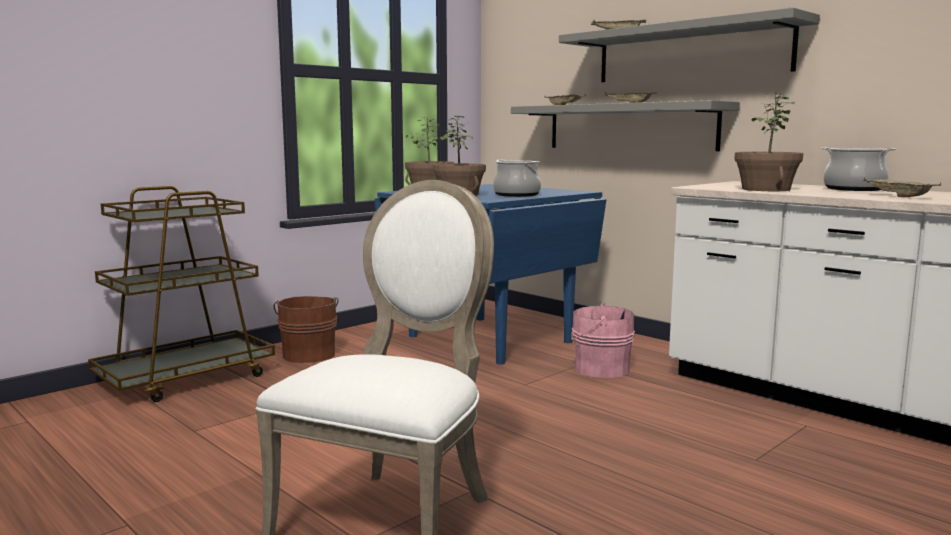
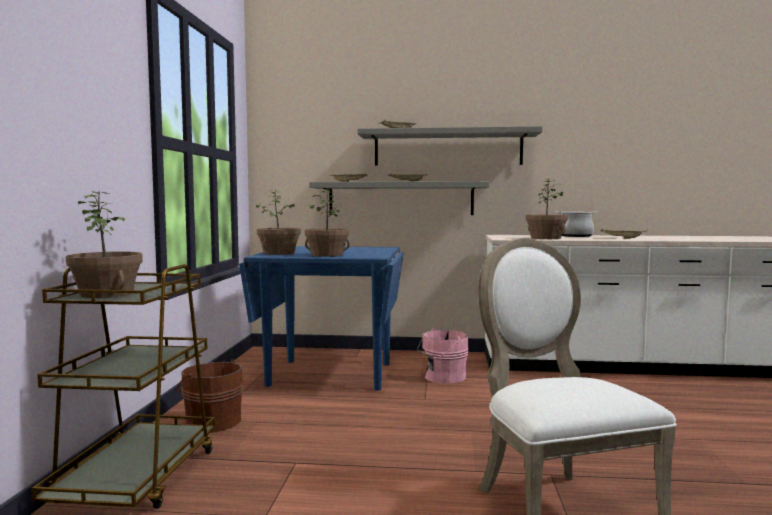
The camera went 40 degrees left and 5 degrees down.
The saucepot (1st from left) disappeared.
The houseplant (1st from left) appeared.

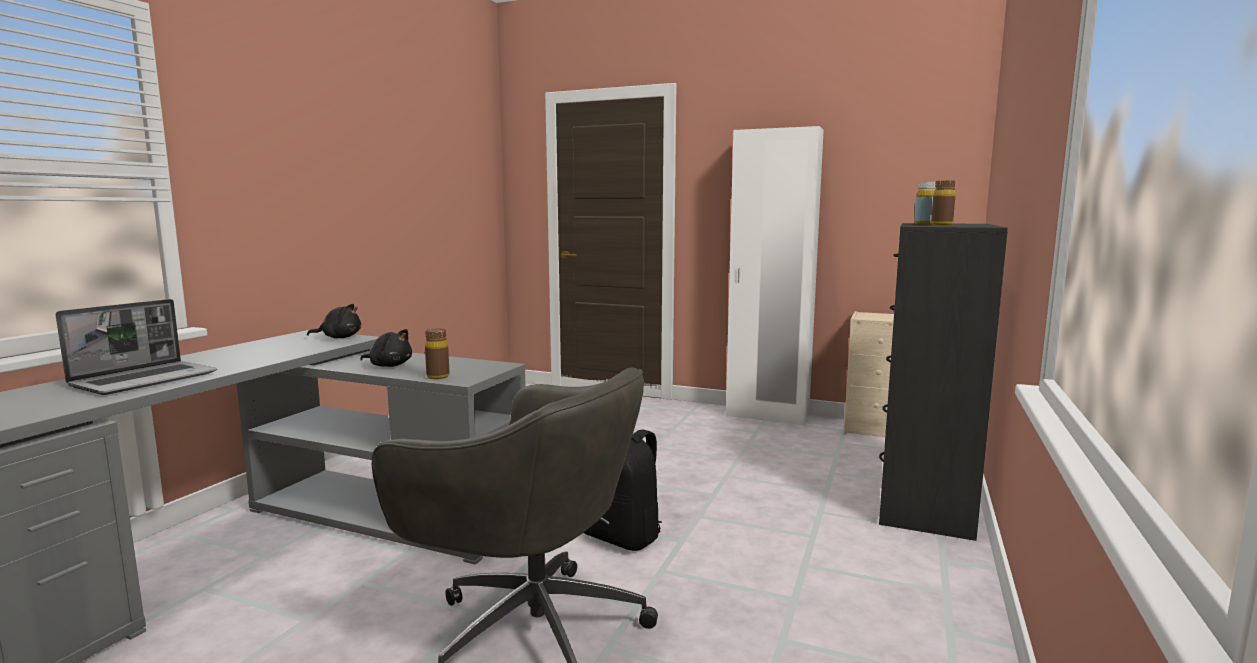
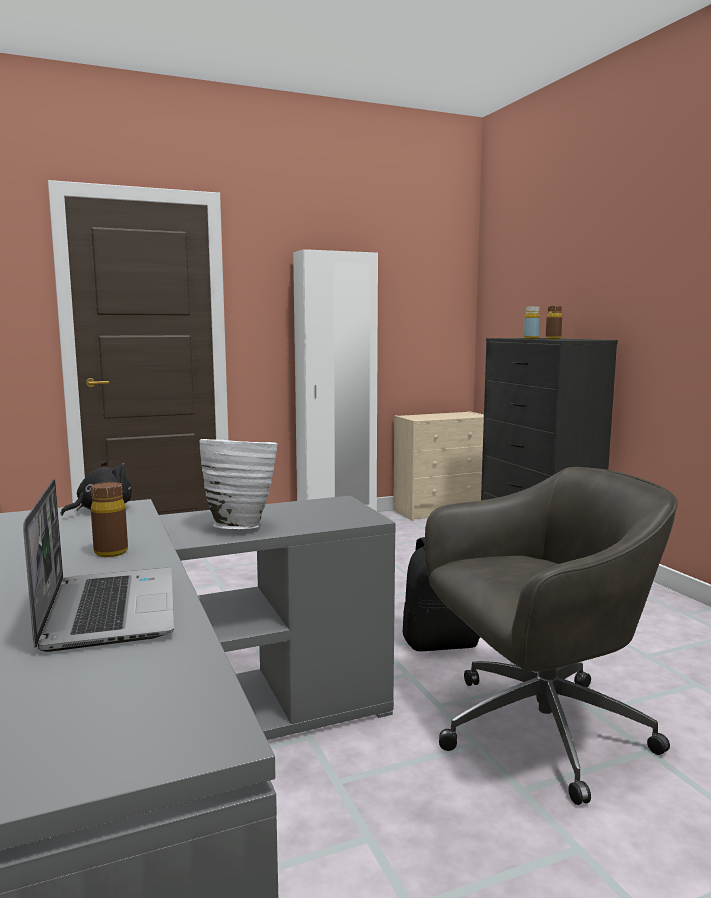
The camera went 45 degrees left and 0 degrees up.
The black-coloured cuddly toy (2nd from left) was replaced by the whitish decorative vase.
The brown-coloured drink bottle (1st from left) moved.

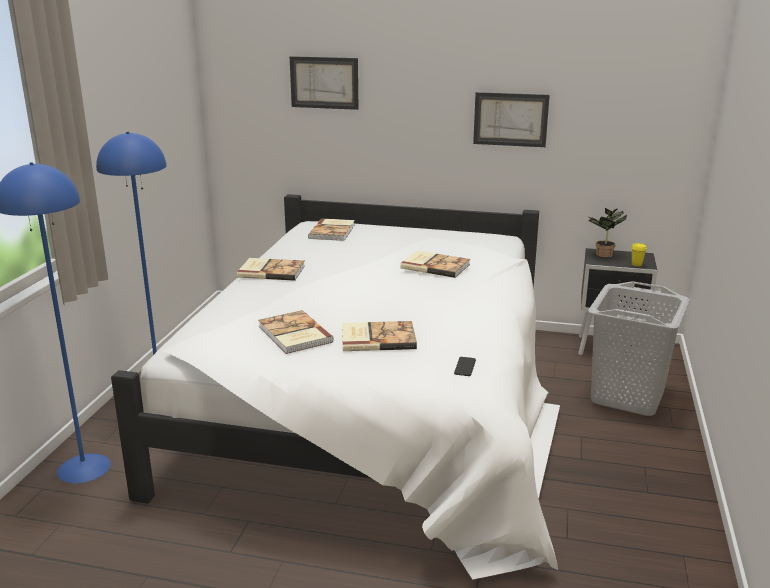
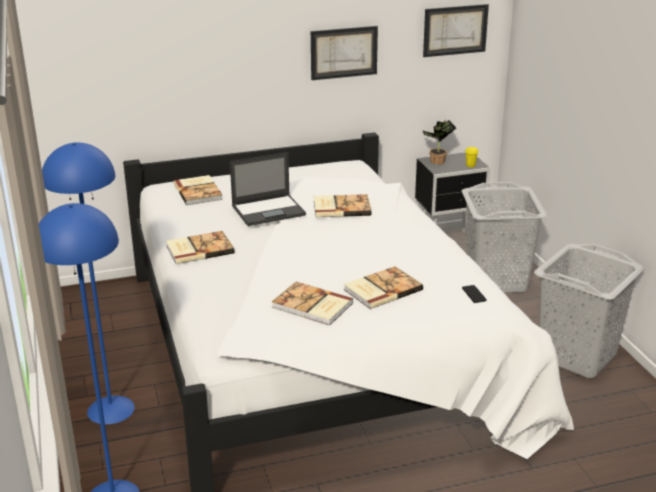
The camera went 30 degrees left and 5 degrees up.
The wall art (1st from left in the first image) moved.
The laptop appeared.
The gray washing basket (2nd from left) appeared.

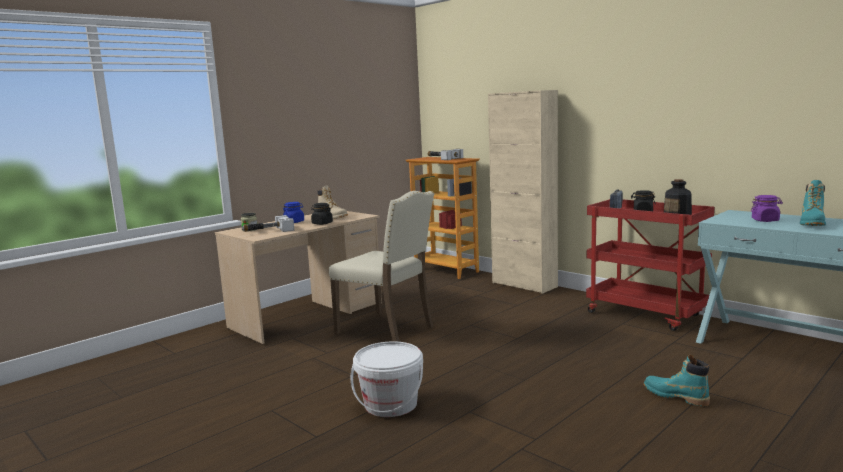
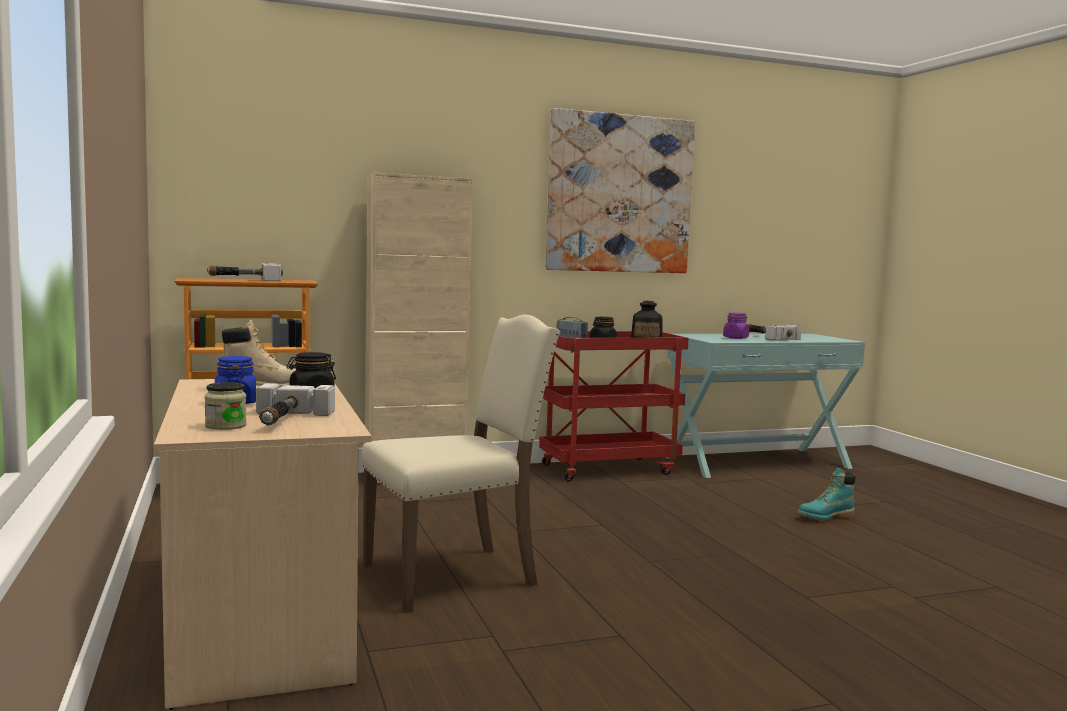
The camera went 65 degrees left and 5 degrees down.
The turquoise tall boot (2nd from left) was replaced by the hand hammer (3rd from left).
The whitish bucket disappeared.
The wall art appeared.

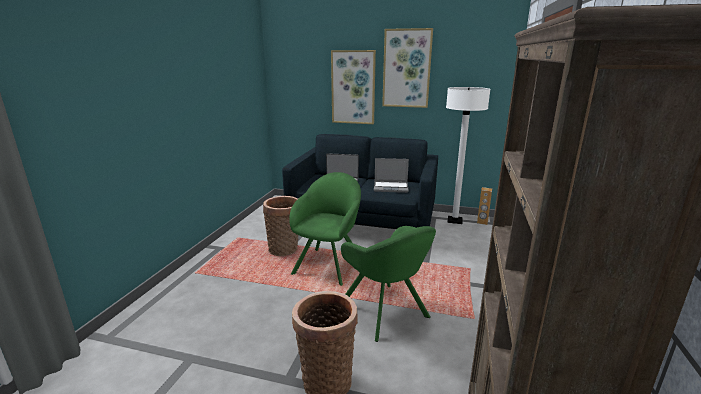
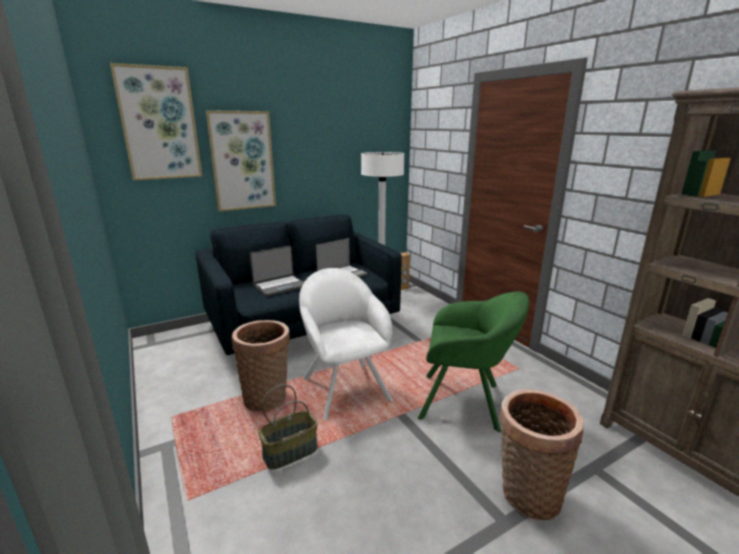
The camera went 45 degrees left and 0 degrees up.
The wall art (2nd from left in the first image) moved.
The green armchair (1st from left) became the whitish armchair.
The basket (2nd from left) appeared.

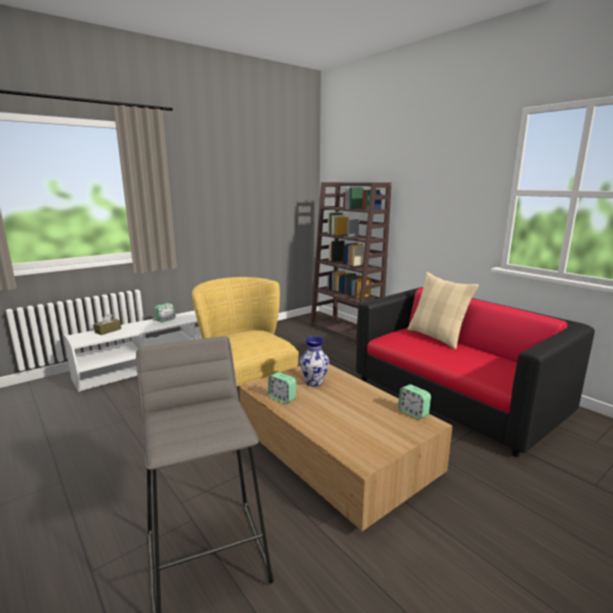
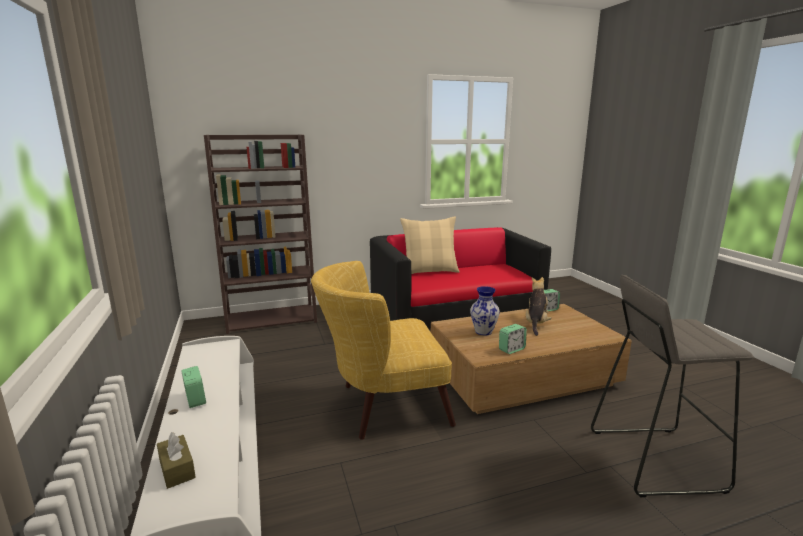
The camera went 70 degrees left and 0 degrees up.
The cuddly toy appeared.

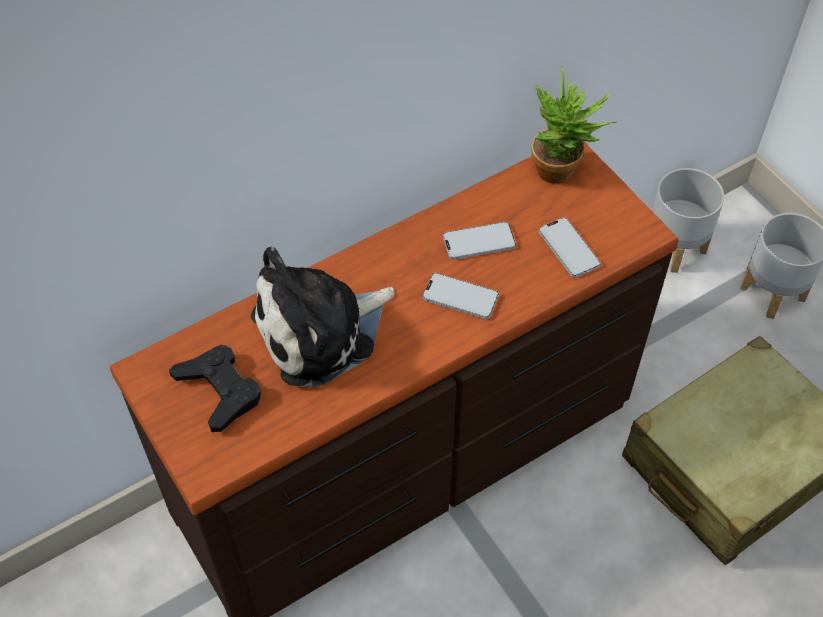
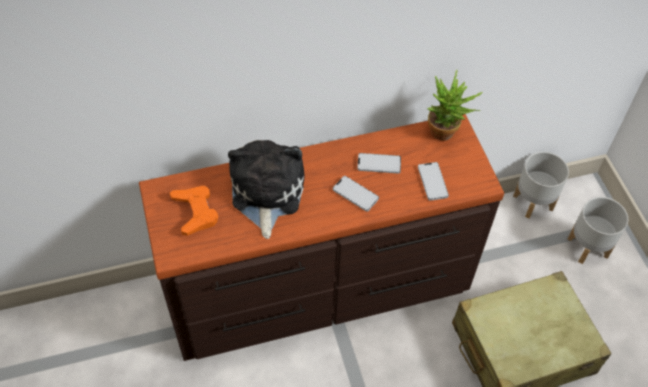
The camera went 15 degrees right and 0 degrees up.
The cuddly toy turned 105 degrees clockwise.
The black-coloured game controller became the orange-coloured game controller.

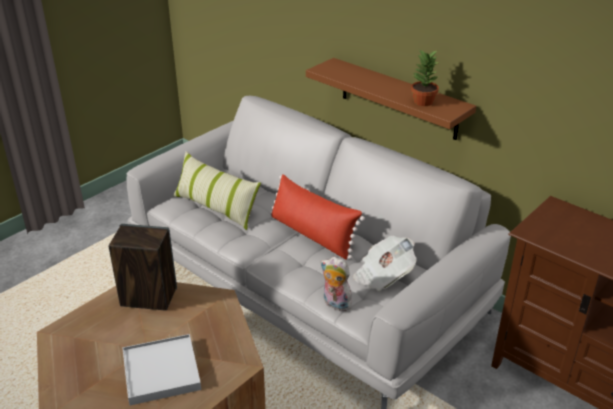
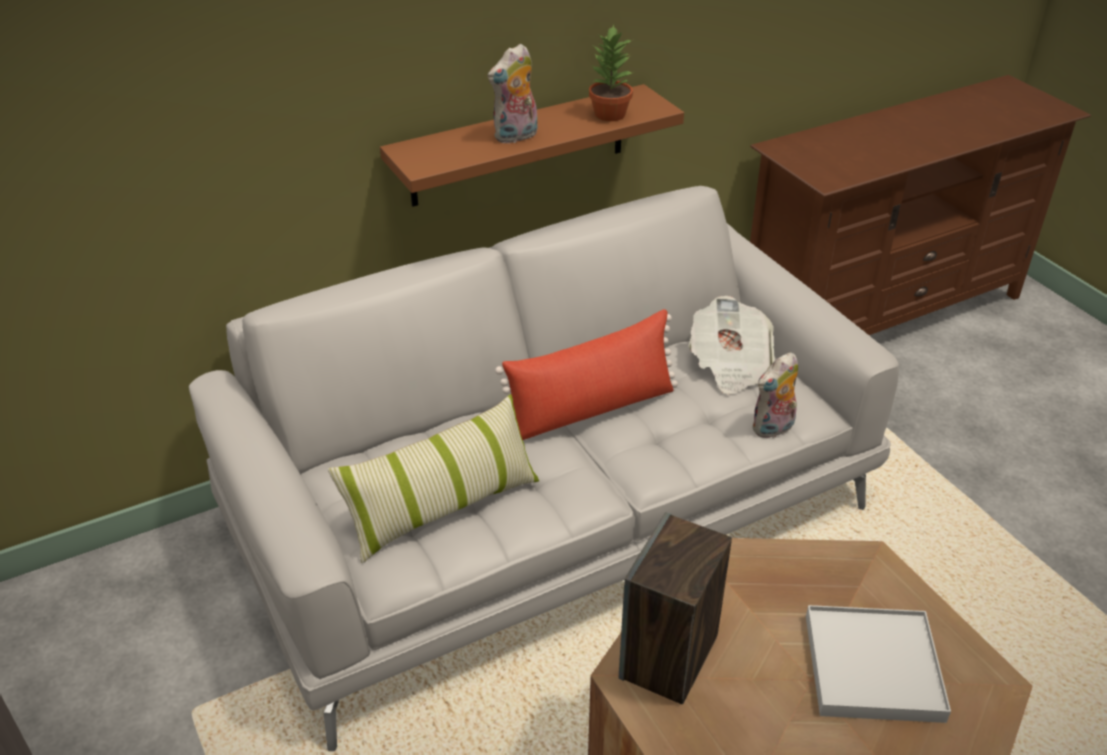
The camera went 70 degrees left and 5 degrees up.
The cuddly toy (1st from left) appeared.

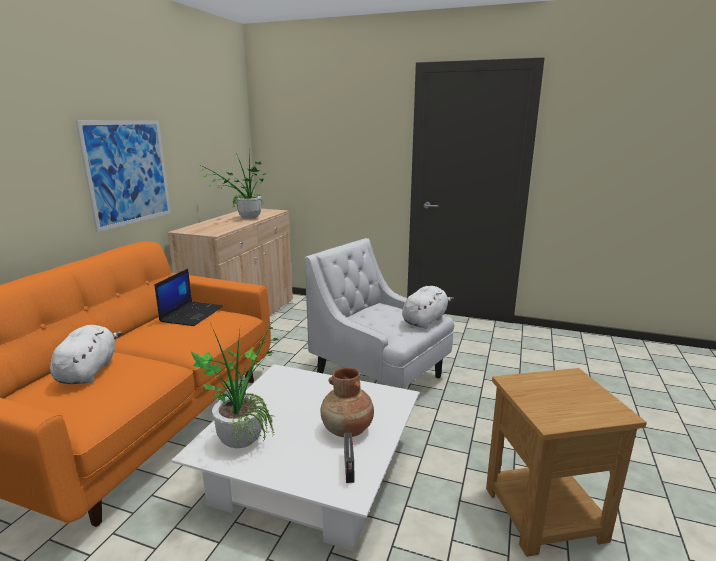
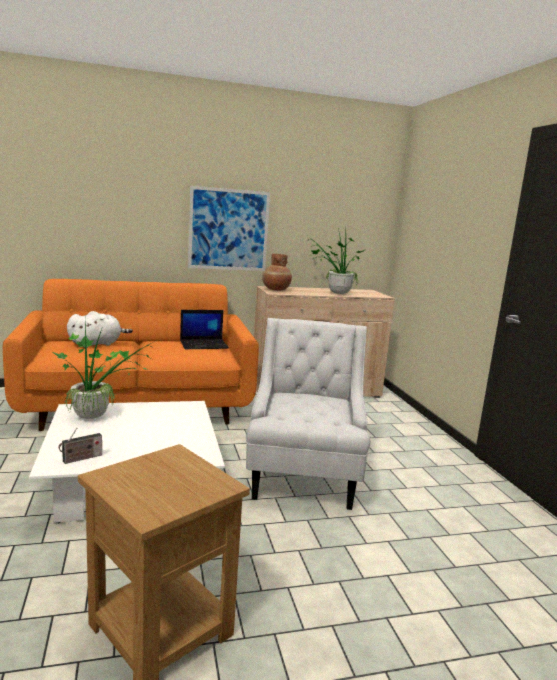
The camera went 55 degrees right and 5 degrees down.
The whitish cuddly toy (2nd from left) disappeared.
The brown-coloured decorative vase moved.

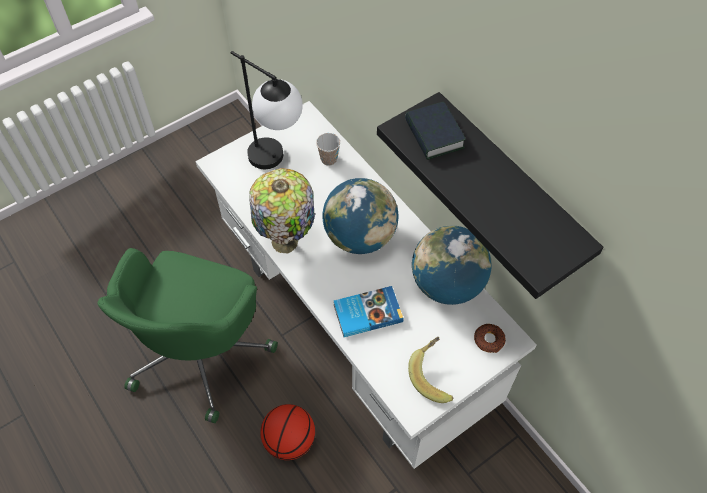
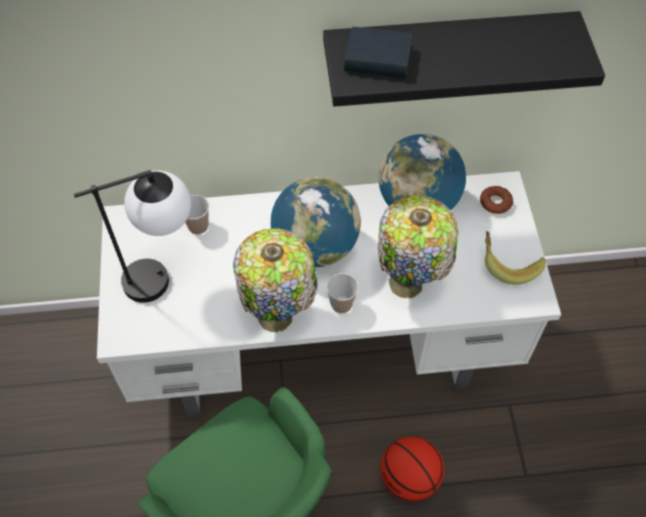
The camera went 60 degrees left and 0 degrees up.
The bound book (1st from left) was replaced by the table lamp (3rd from left).
The drinking cup (2nd from left) appeared.

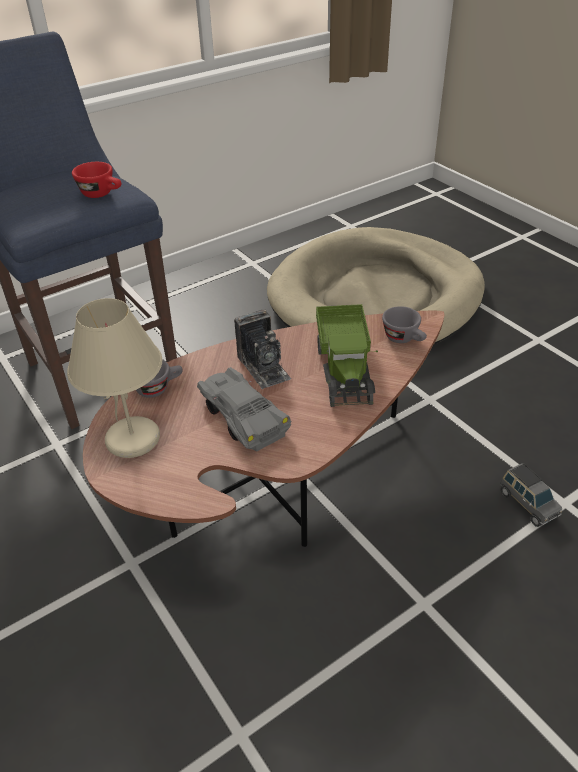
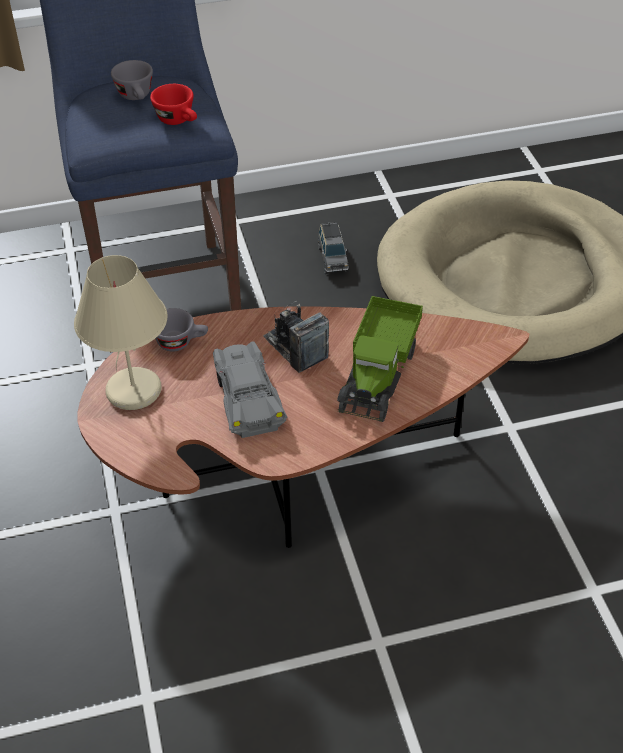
The camera went 20 degrees right and 5 degrees up.
The gray drinking cup (2nd from left in the first image) moved.
The still camera turned 150 degrees clockwise.
The gray model car (2nd from left) moved.

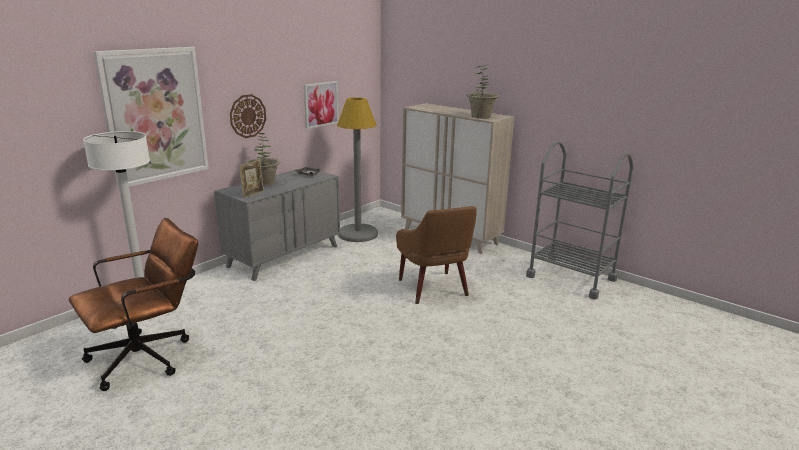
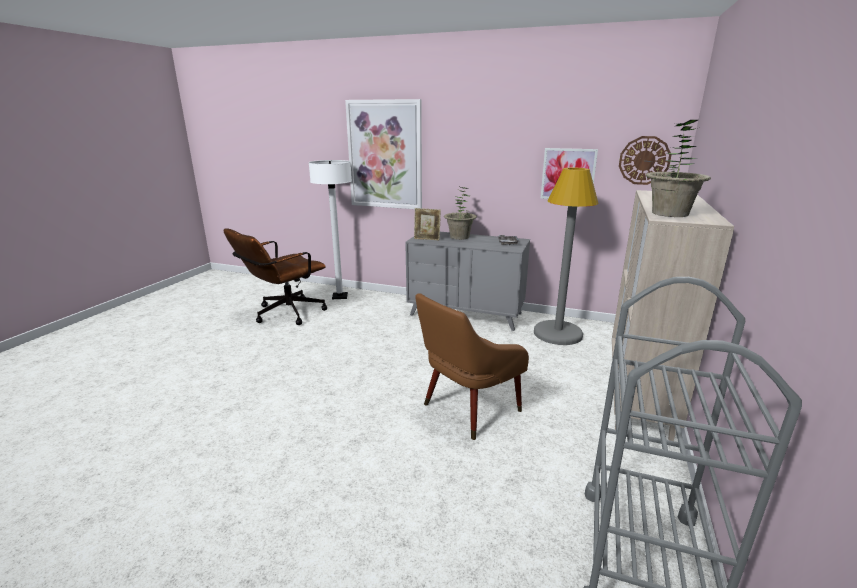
The camera went 70 degrees right and 0 degrees up.
The hanging clock moved.
The brown-coloured desk chair turned 105 degrees clockwise.

